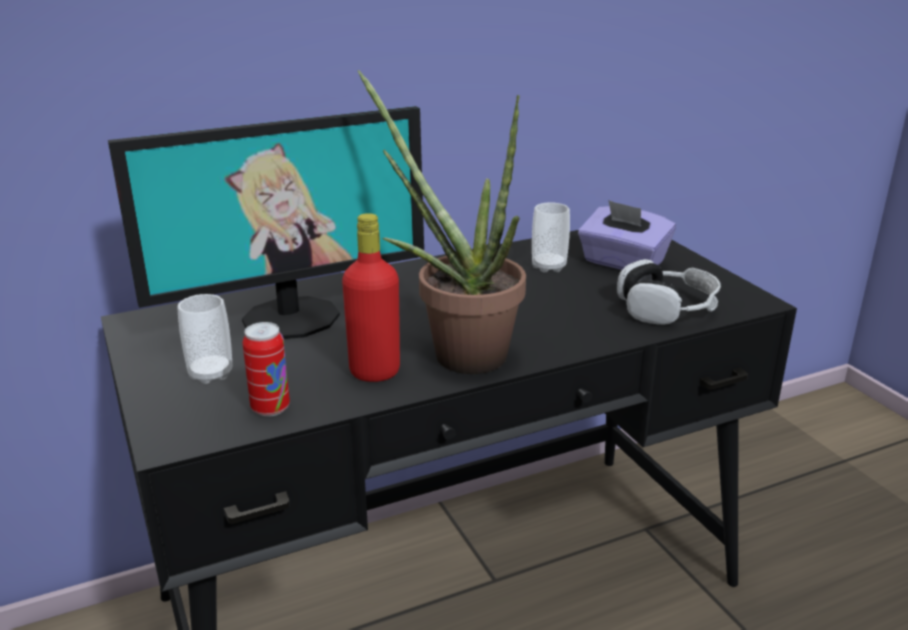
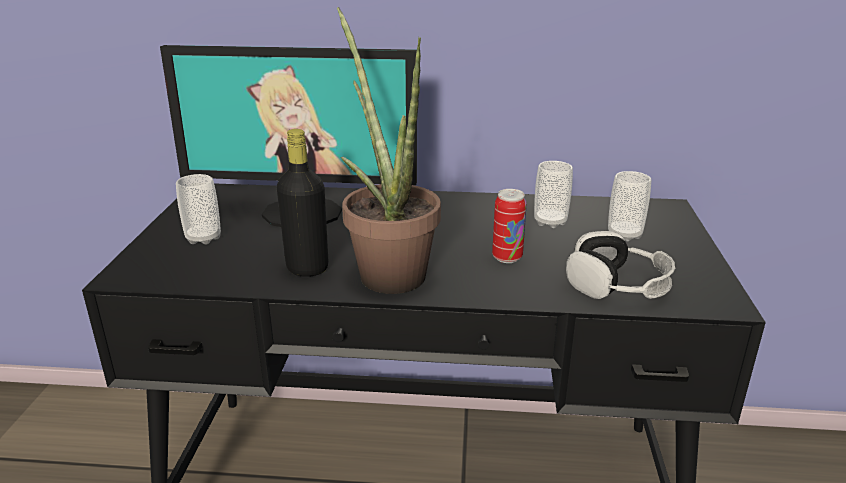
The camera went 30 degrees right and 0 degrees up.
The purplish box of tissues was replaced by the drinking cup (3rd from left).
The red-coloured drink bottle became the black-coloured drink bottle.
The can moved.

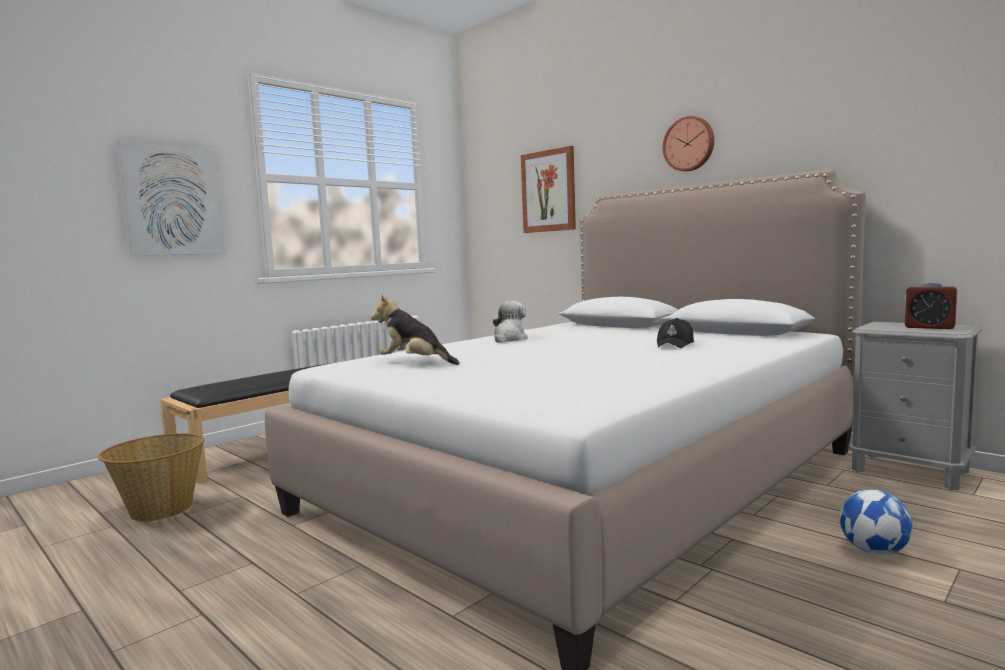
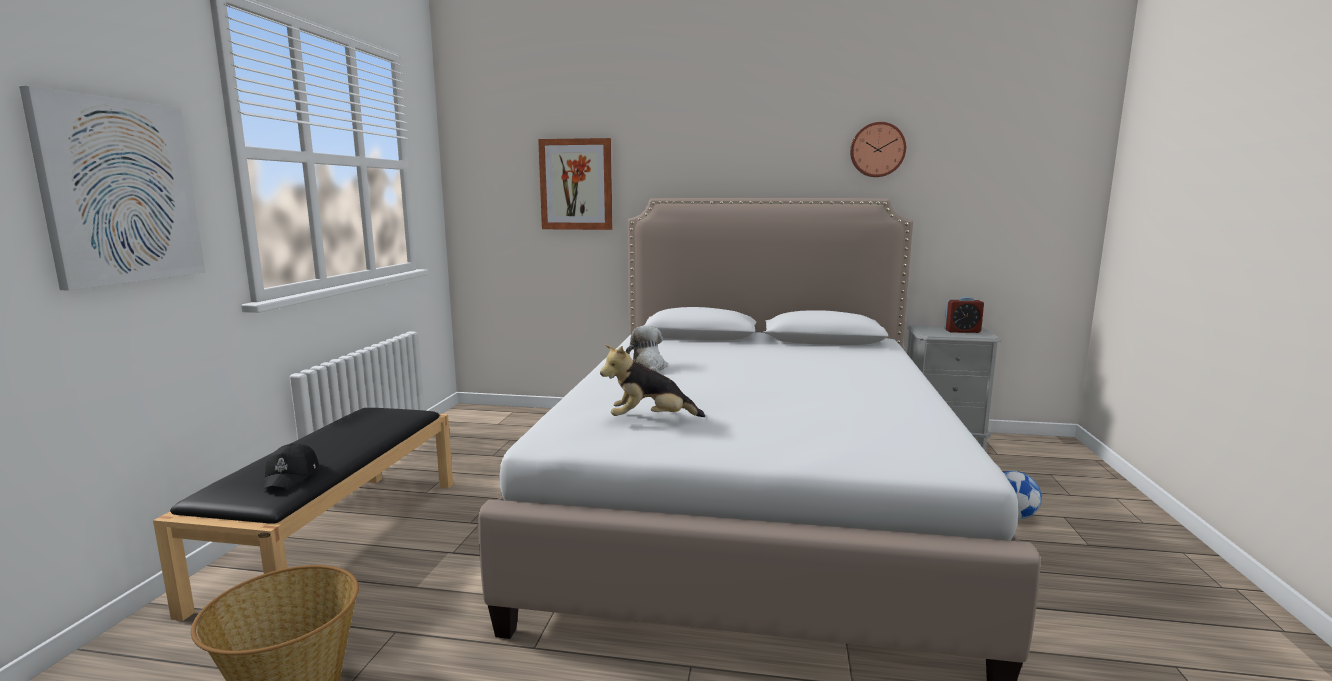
The camera went 35 degrees left and 5 degrees up.
The hanging clock moved.
The black-coloured peaked cap moved.

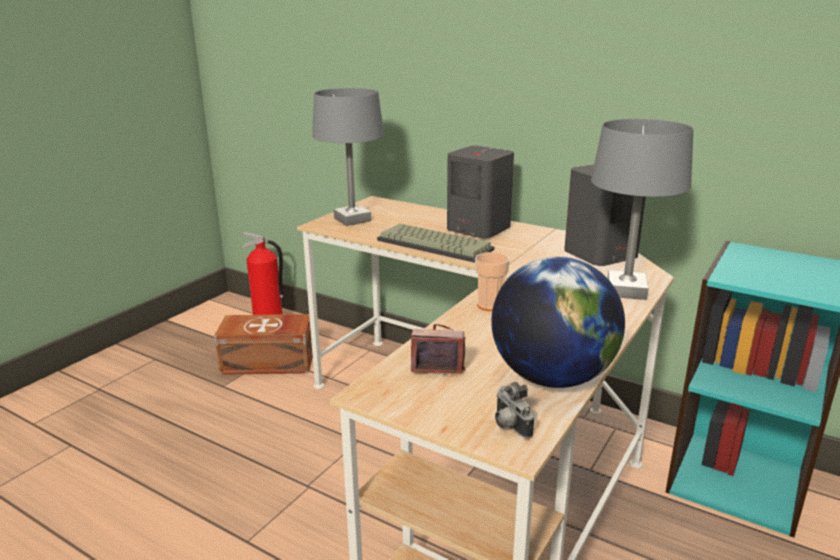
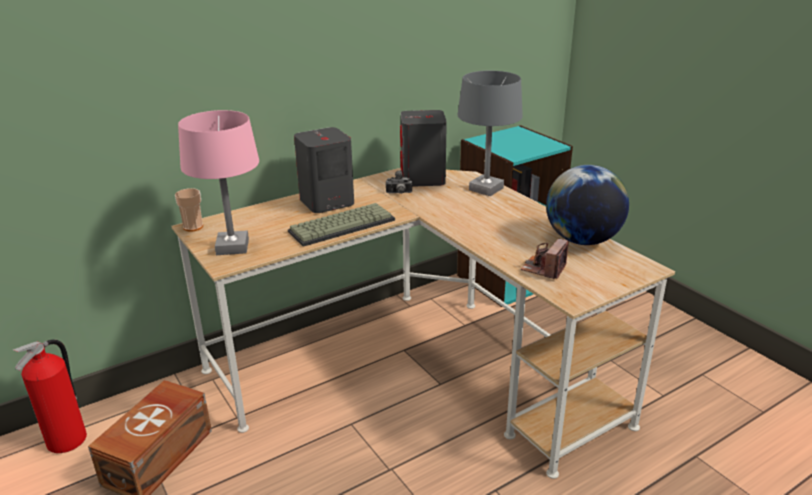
The camera went 65 degrees left and 5 degrees up.
The gray table lamp (1st from left) became the pink table lamp.
The drinking cup moved.
The still camera (2nd from left in the first image) moved.

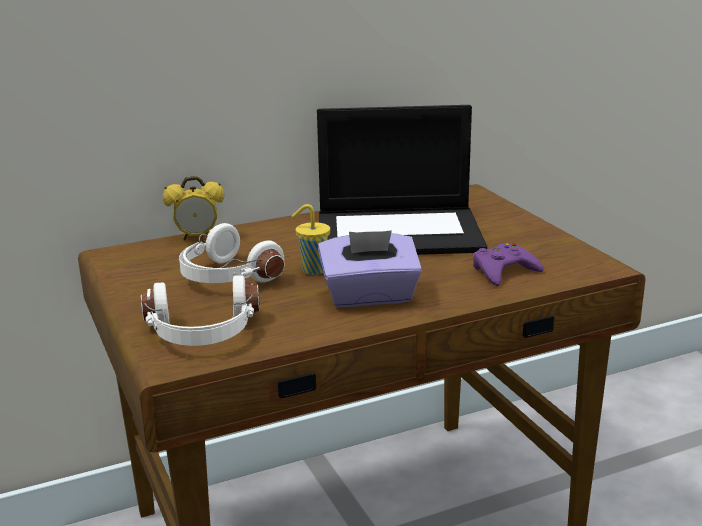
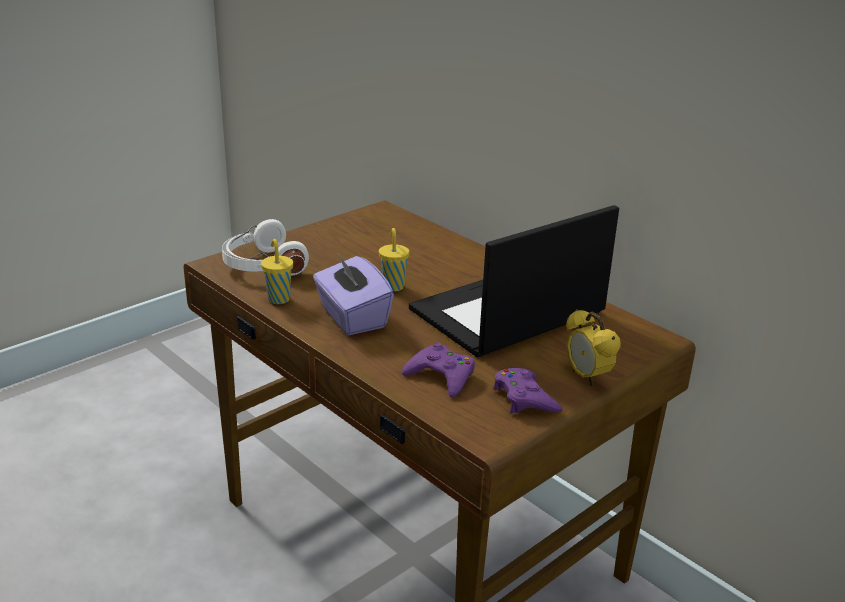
The camera went 70 degrees right and 5 degrees up.
The laptop turned 75 degrees clockwise.
The bedside clock moved.
The whitish headset (2nd from left) disappeared.
The yellow drinking cup (1st from left) appeared.
The purplish game controller (2nd from left) appeared.

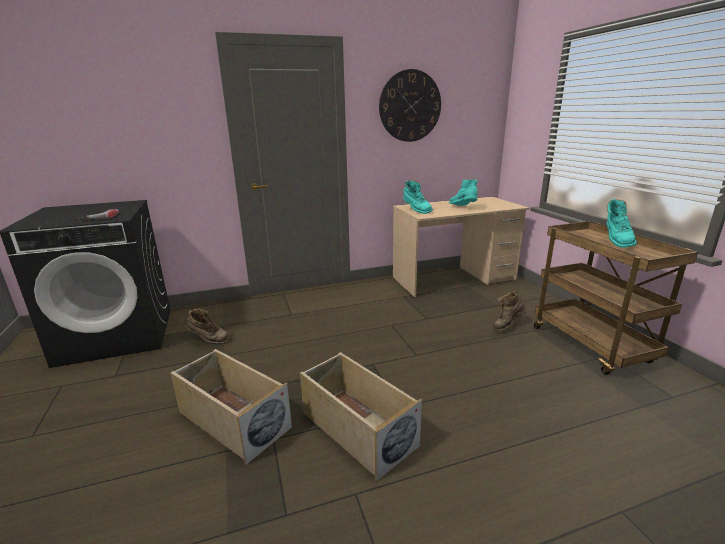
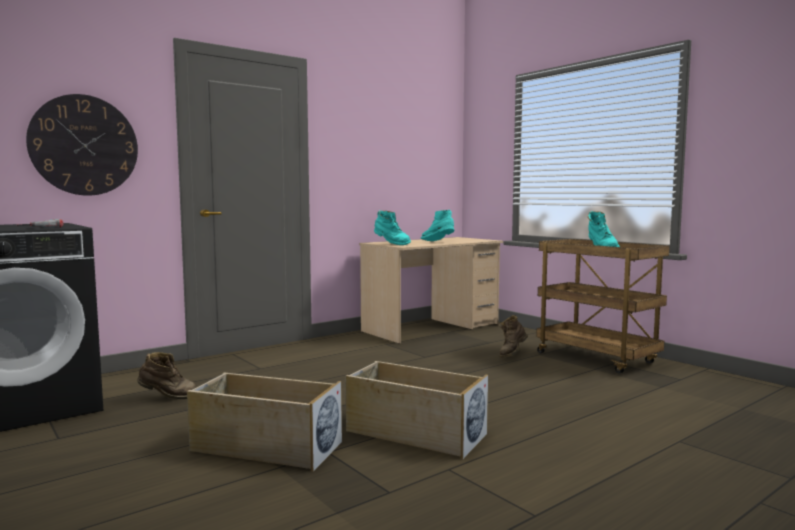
The camera went 20 degrees left and 15 degrees down.
The hanging clock moved.

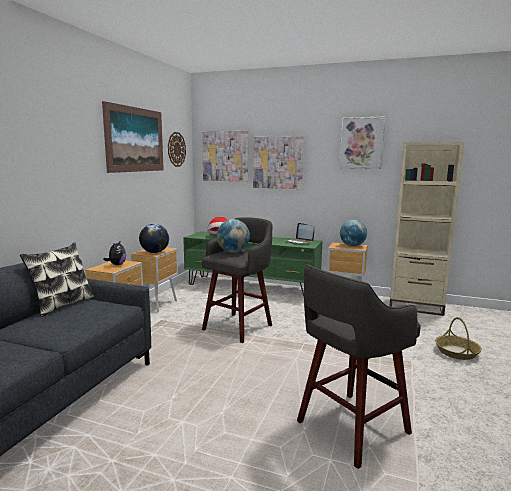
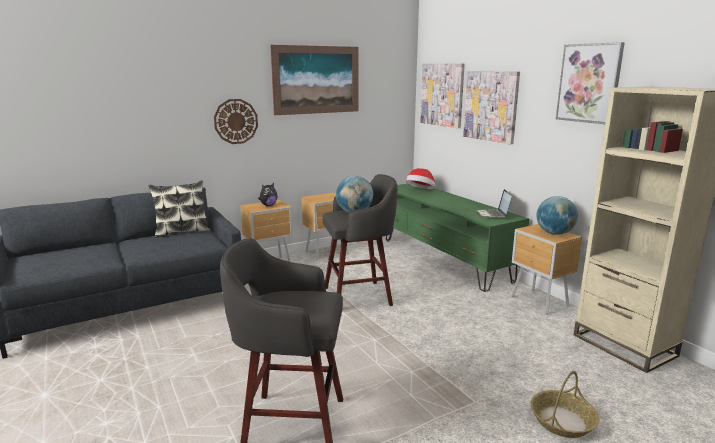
The camera went 40 degrees right and 5 degrees up.
The hanging clock moved.
The globe (1st from left) disappeared.

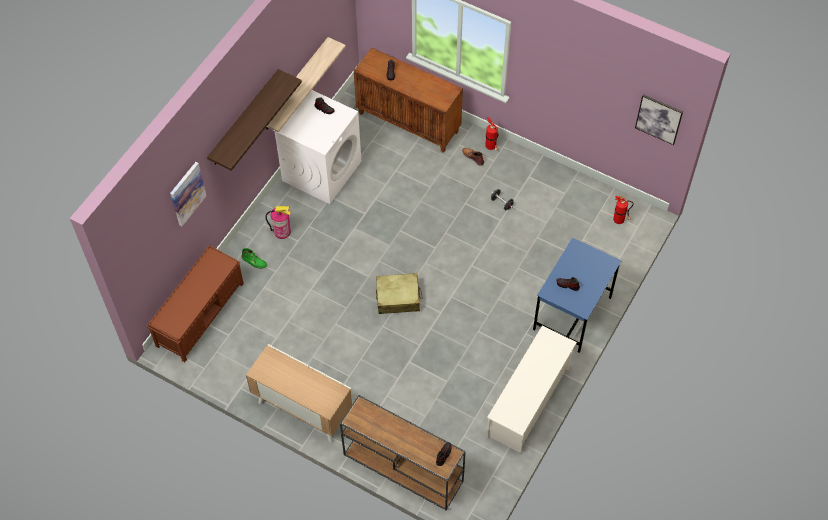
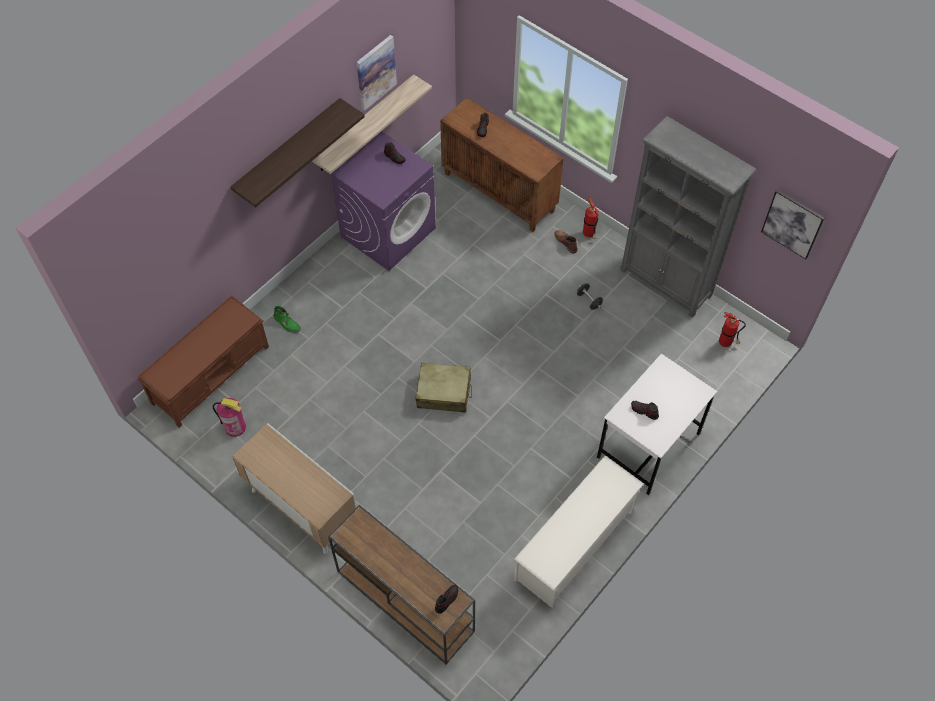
The camera went 10 degrees right and 0 degrees up.
The whitish laundry machine became the purplish laundry machine.
The wall art (1st from left) moved.
The fire-fighting cylinder (1st from left) moved.
The bluish desk unit became the whitish desk unit.
The gray bookcase appeared.

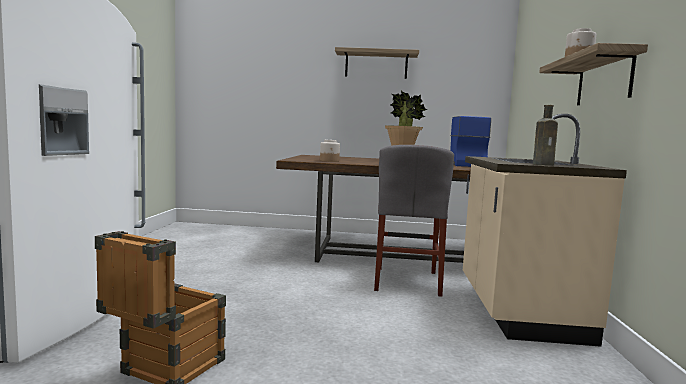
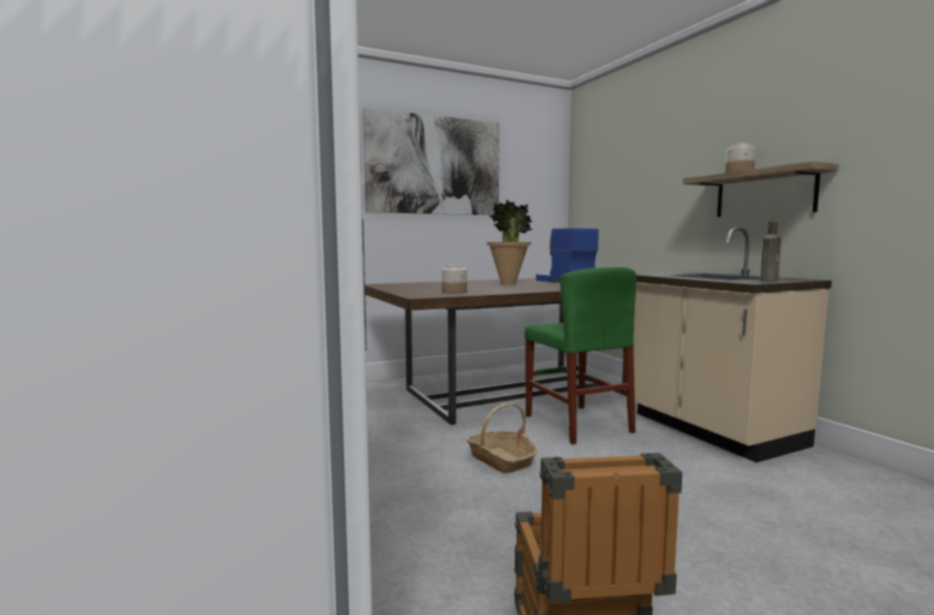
The camera went 30 degrees left and 0 degrees up.
The bracket shelf (1st from left) was replaced by the wall art.
The gray upright chair became the green upright chair.
The basket appeared.

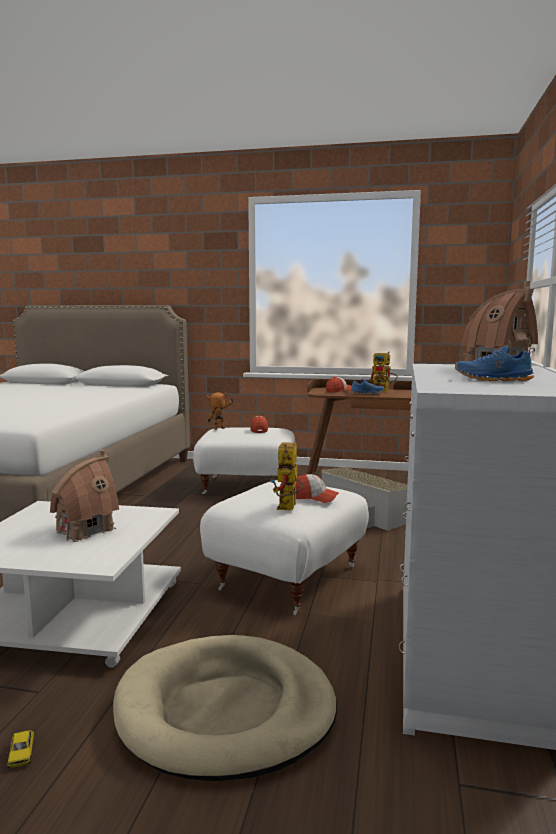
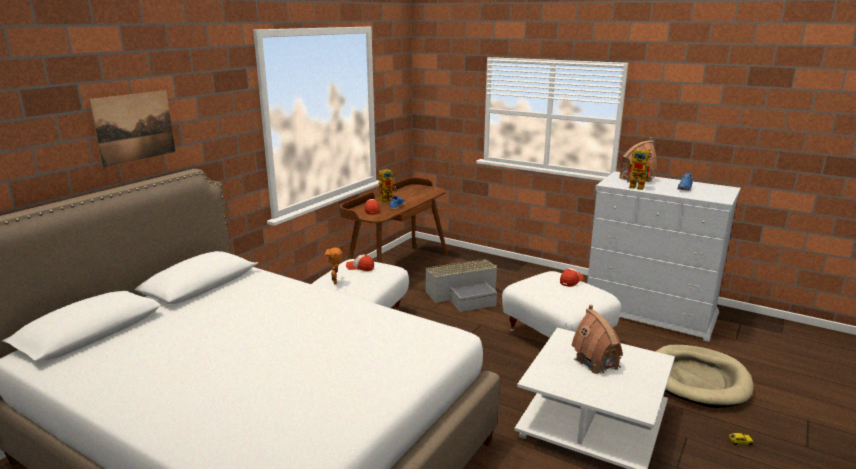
The camera went 70 degrees left and 10 degrees up.
The robot figure (2nd from left in the first image) moved.
The wall art appeared.

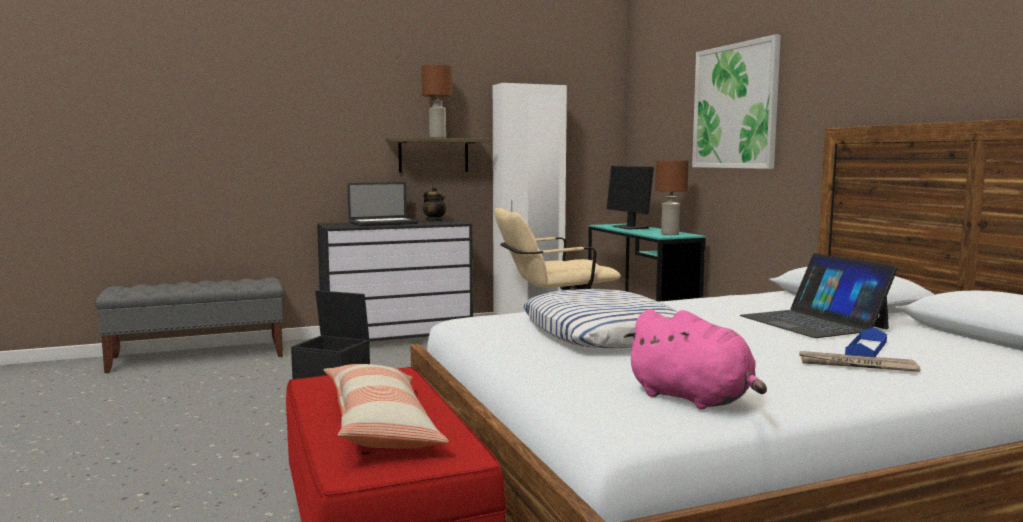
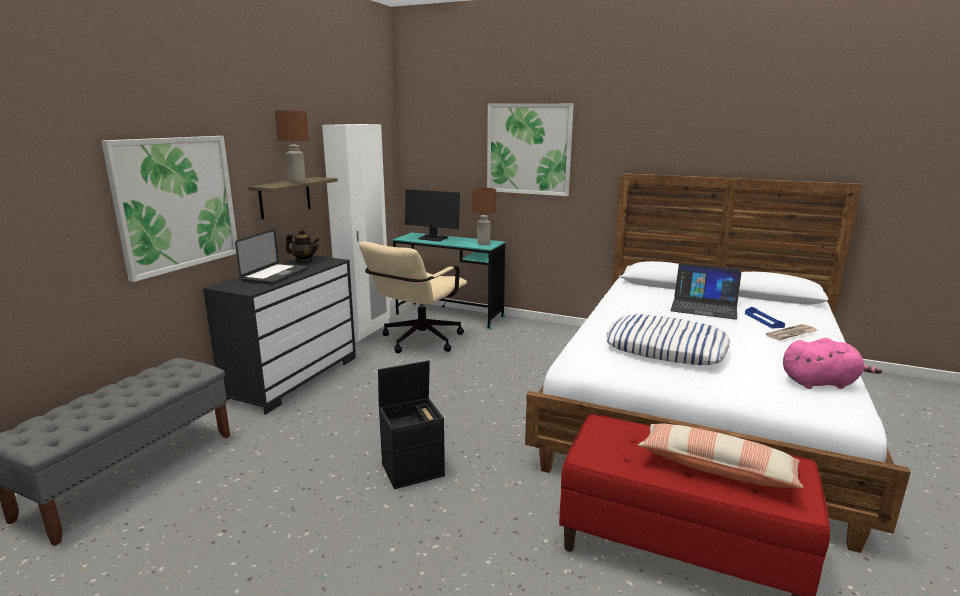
The camera went 45 degrees left and 10 degrees up.
The wall art (1st from left) appeared.

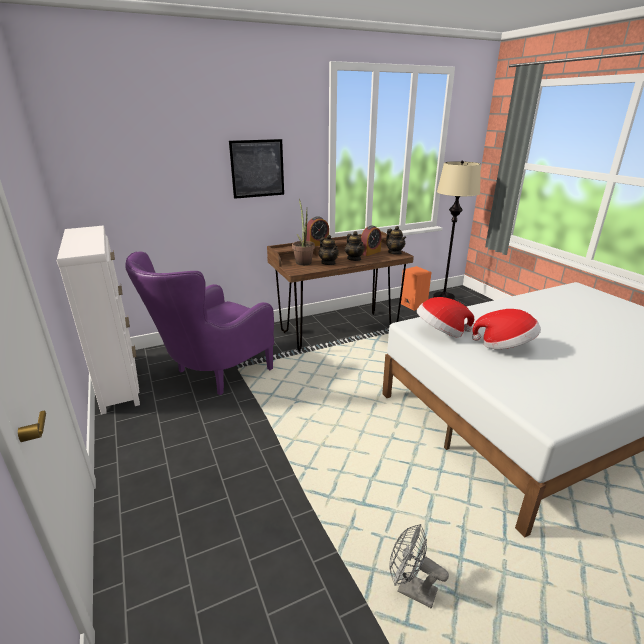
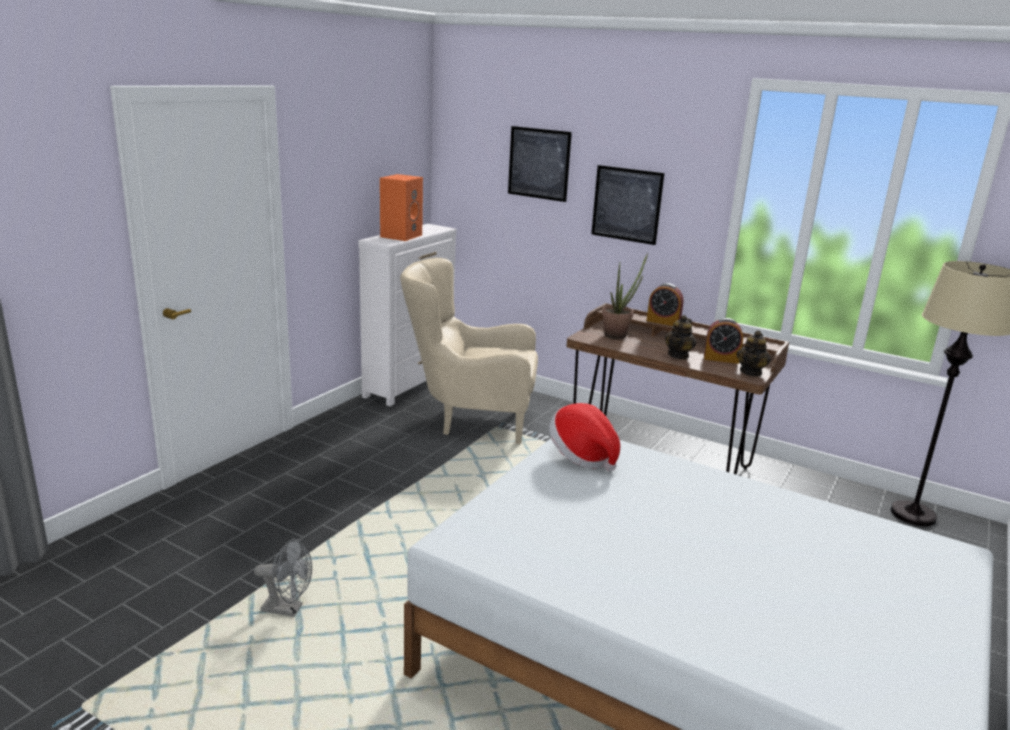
The camera went 55 degrees right and 5 degrees down.
The teapot (1st from left) disappeared.
The purplish armchair became the beige armchair.
The orange-coloured speaker moved.
The clothing hat (2nd from left) disappeared.
The gray cooling fan turned 105 degrees clockwise.
The wall art (1st from left) appeared.

